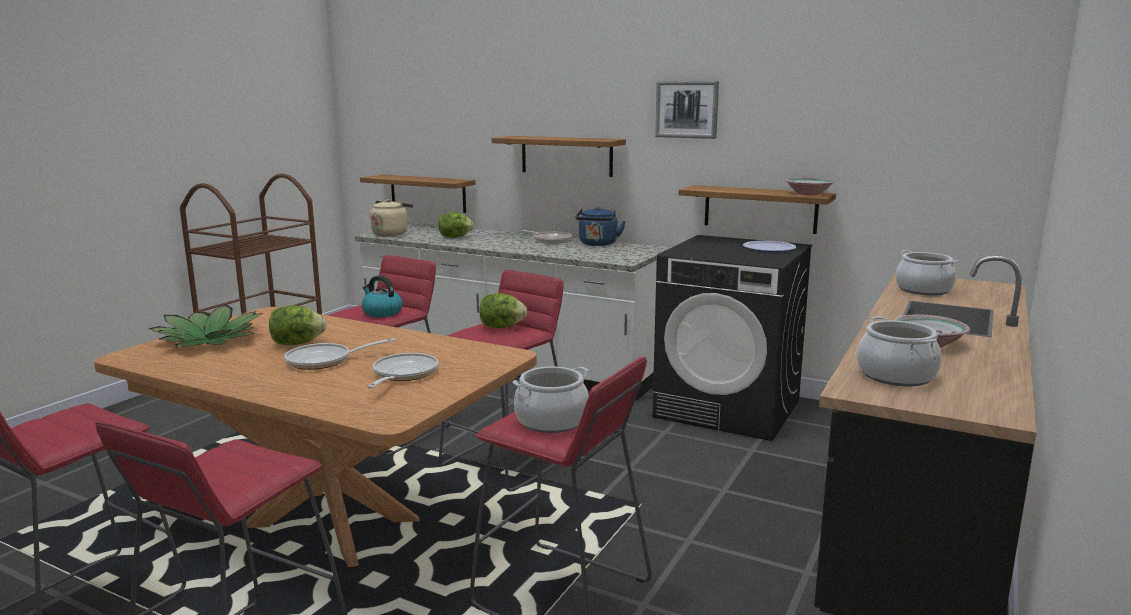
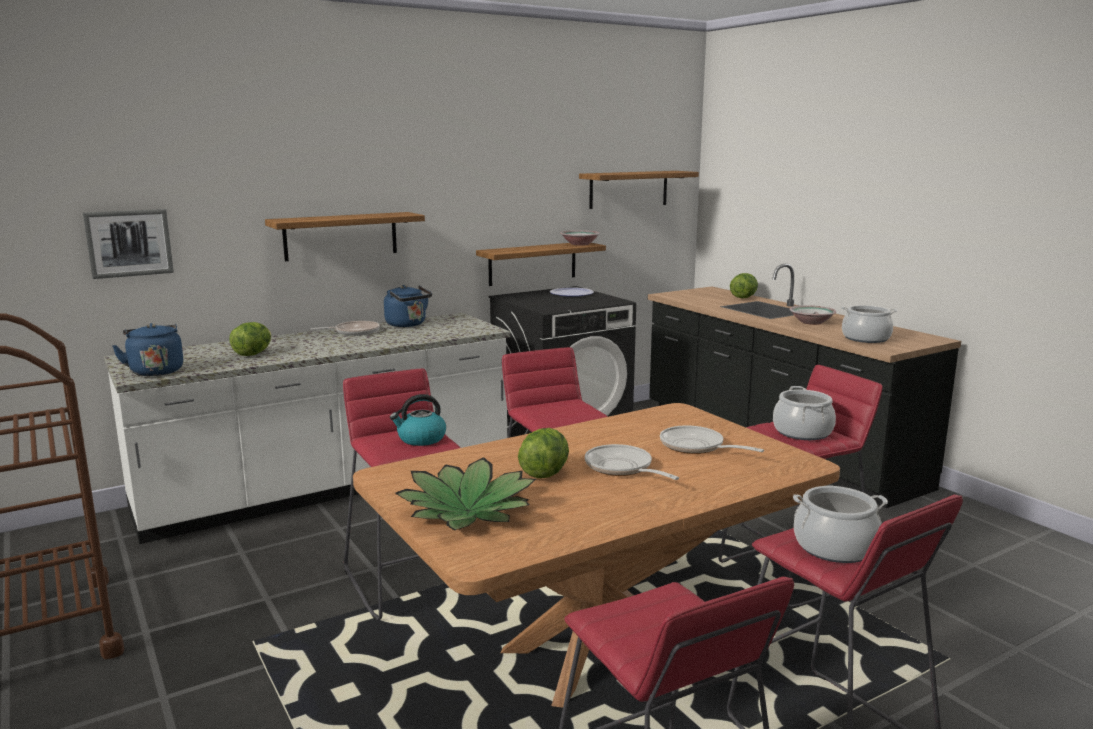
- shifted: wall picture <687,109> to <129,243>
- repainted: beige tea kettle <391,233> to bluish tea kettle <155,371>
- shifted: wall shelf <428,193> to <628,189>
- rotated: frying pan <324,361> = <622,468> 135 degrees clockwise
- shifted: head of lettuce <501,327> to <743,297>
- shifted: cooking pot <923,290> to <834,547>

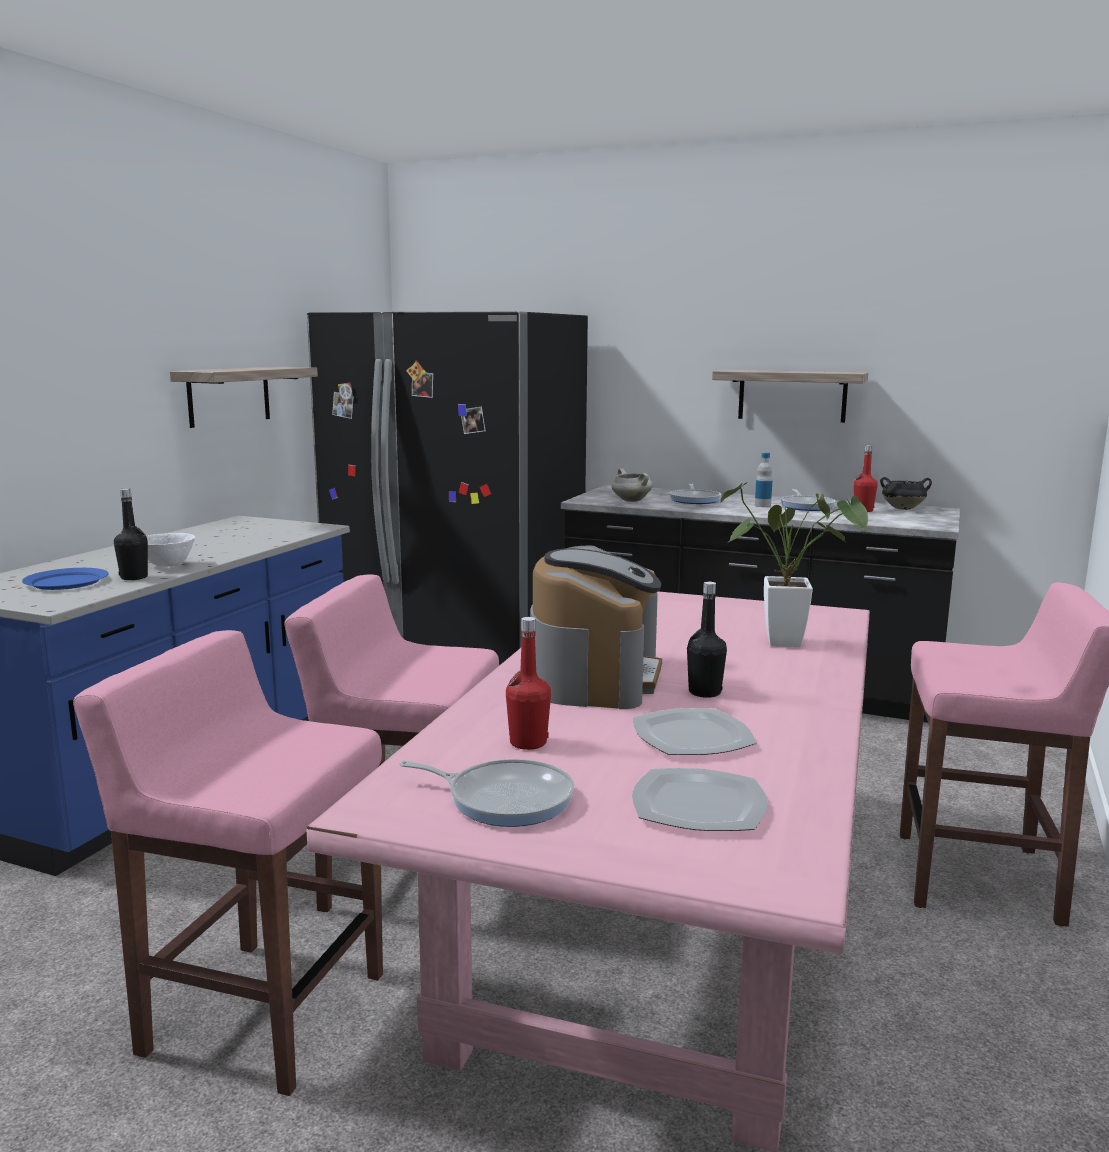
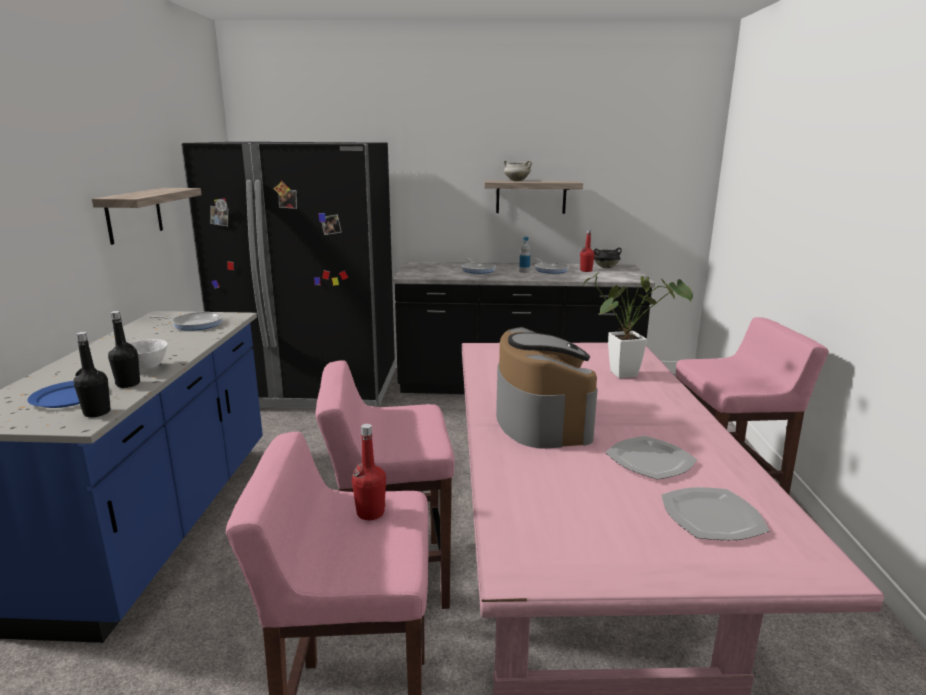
- shifted: blackish bottle <704,692> to <97,413>
- shifted: frying pan <504,799> to <195,324>
- shifted: red bottle <528,743> to <370,513>
- shifted: white-coloured cooking pot <630,501> to <516,181>

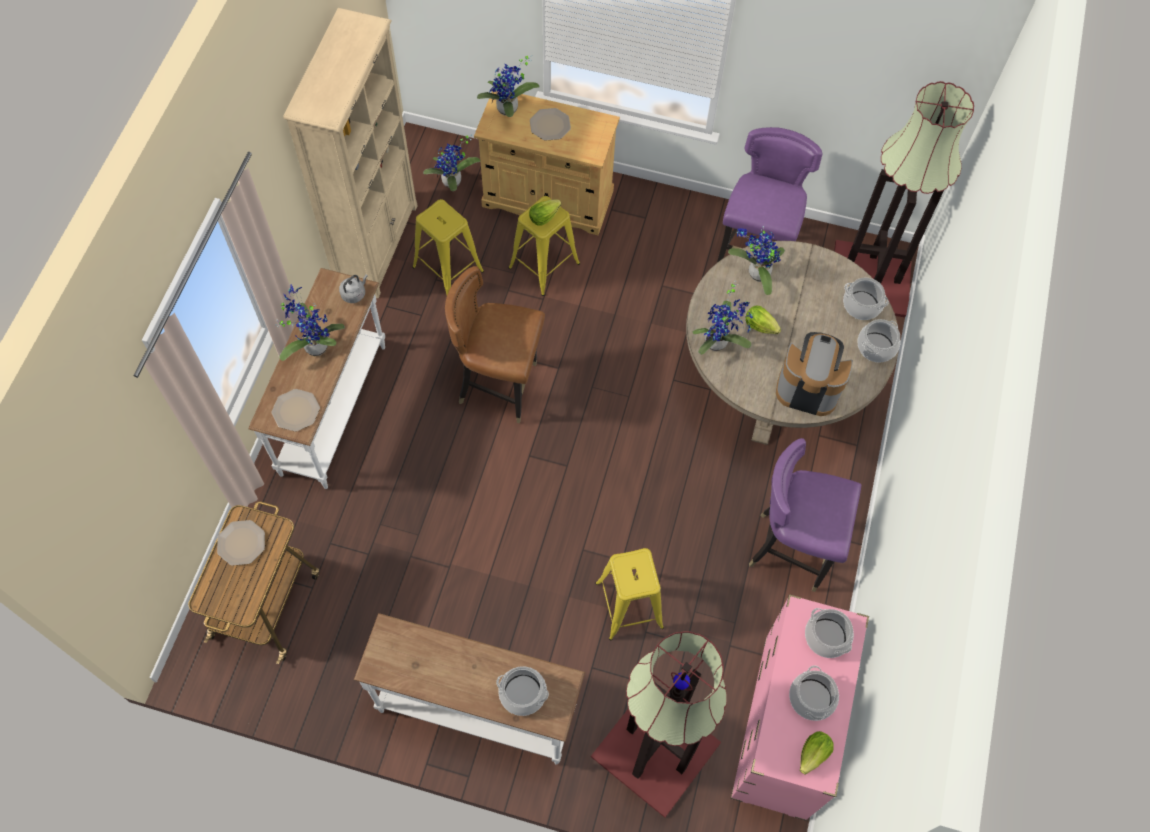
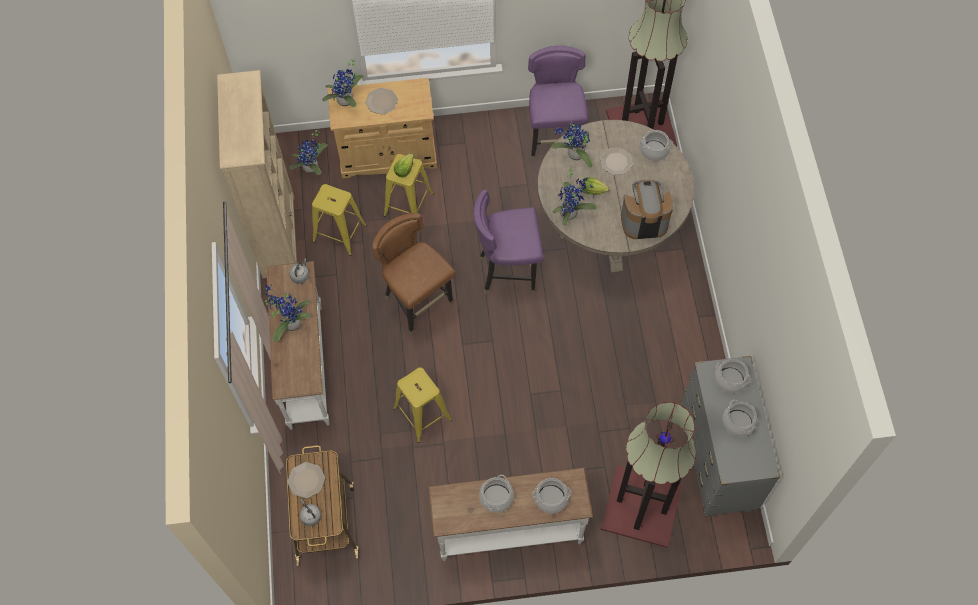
- new: greyish tea kettle <310,516>
- rotated: brown plain chair <499,386> = <418,303> 60 degrees clockwise
- shifted: yellow stool <629,605> to <422,414>
- shifted: purple plain chair <791,548> to <508,273>
- shifted: cooking pot <876,347> to <496,498>
- shifted: plate <295,411> to <616,162>
- repainted: pink-coloured chest of drawers <784,728> to greyish chest of drawers <718,456>
- gone: head of lettuce <813,754>

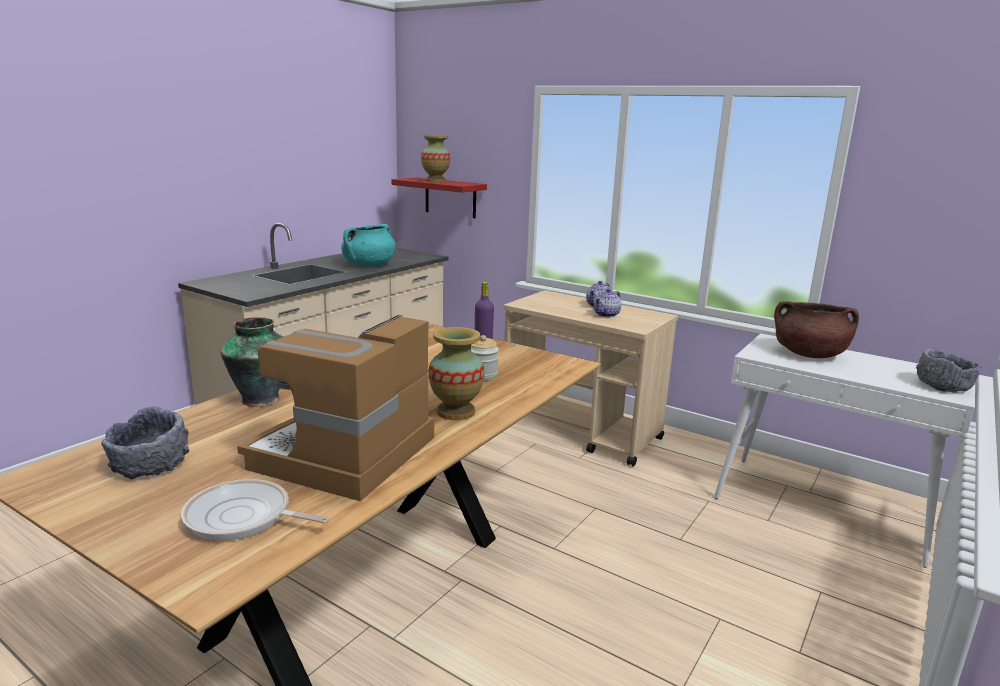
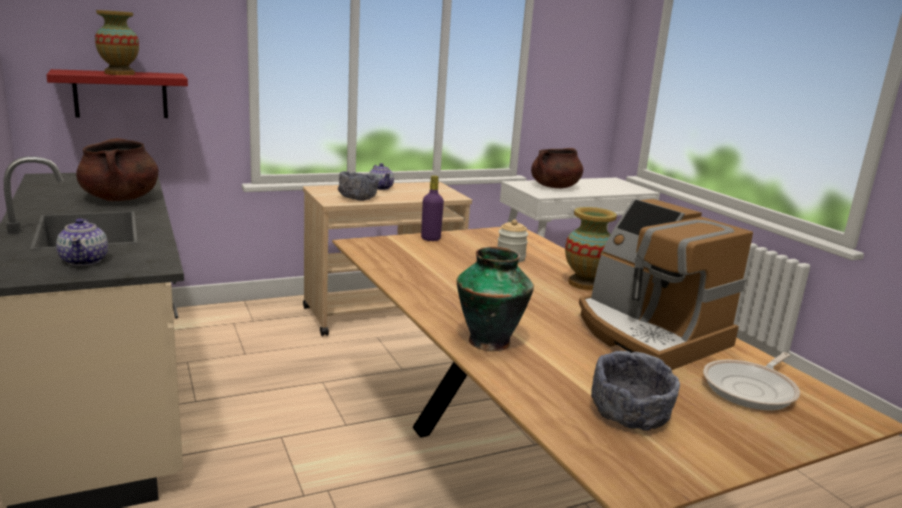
- shifted: teapot <607,314> to <85,260>
- repainted: turquoise-coloured cooking pot <369,265> to brown cooking pot <120,198>
- shifted: greyish bowl <943,386> to <357,198>

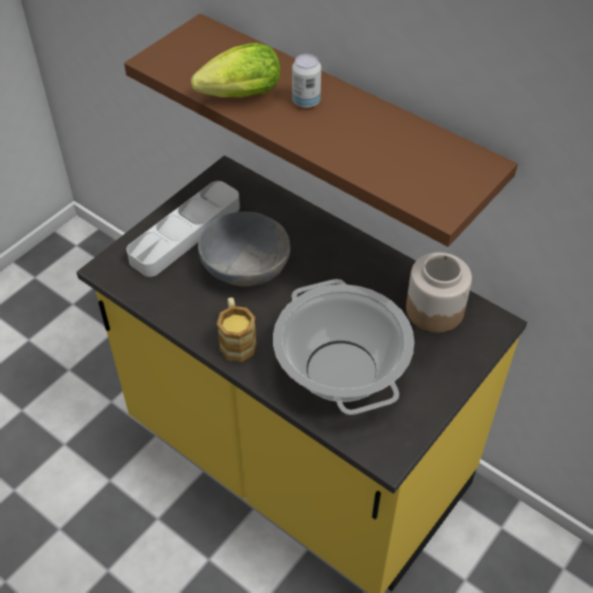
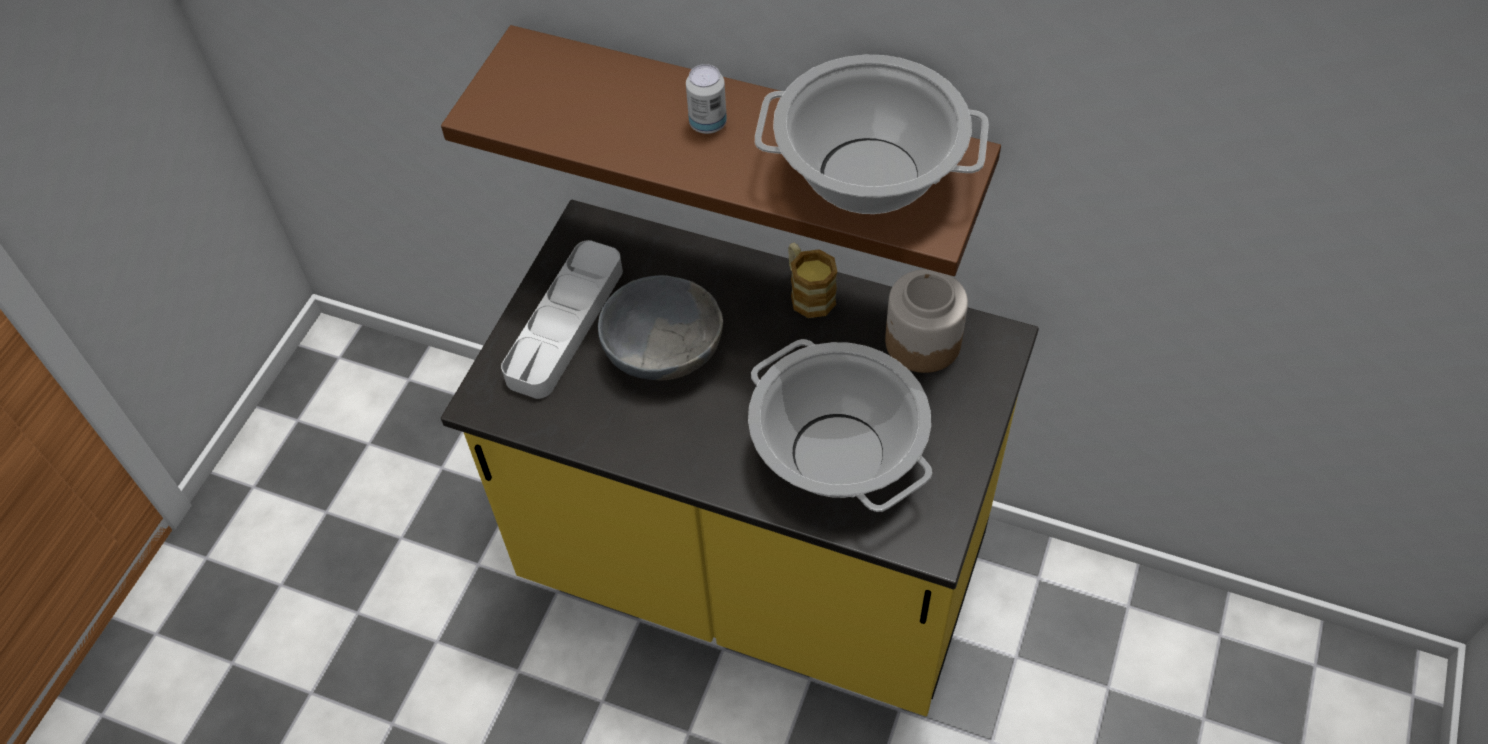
- new: cooking pot <867,177>
- shifted: tea mug <236,340> to <808,293>
- gone: head of lettuce <236,97>

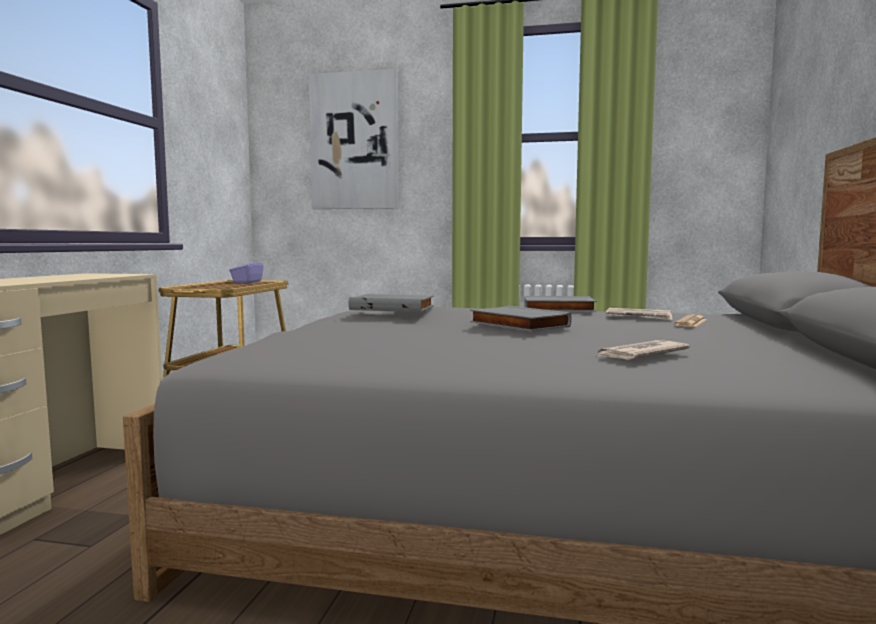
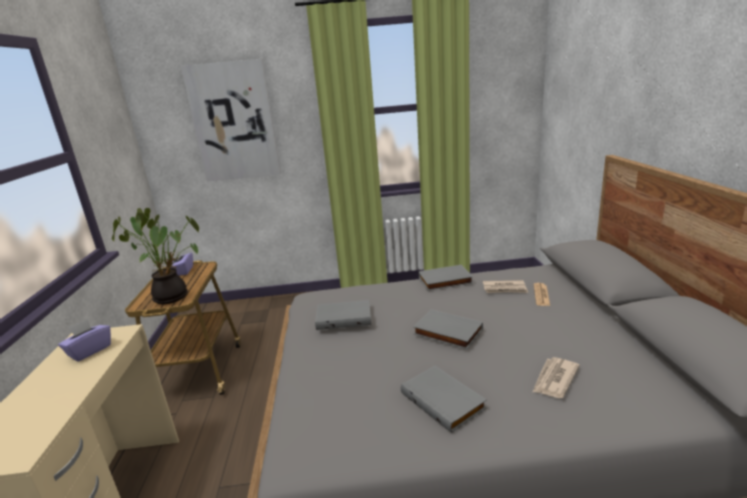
- new: purple tissue holder <90,351>
- new: plant in a pot <173,296>
- new: greyish bound book <444,400>

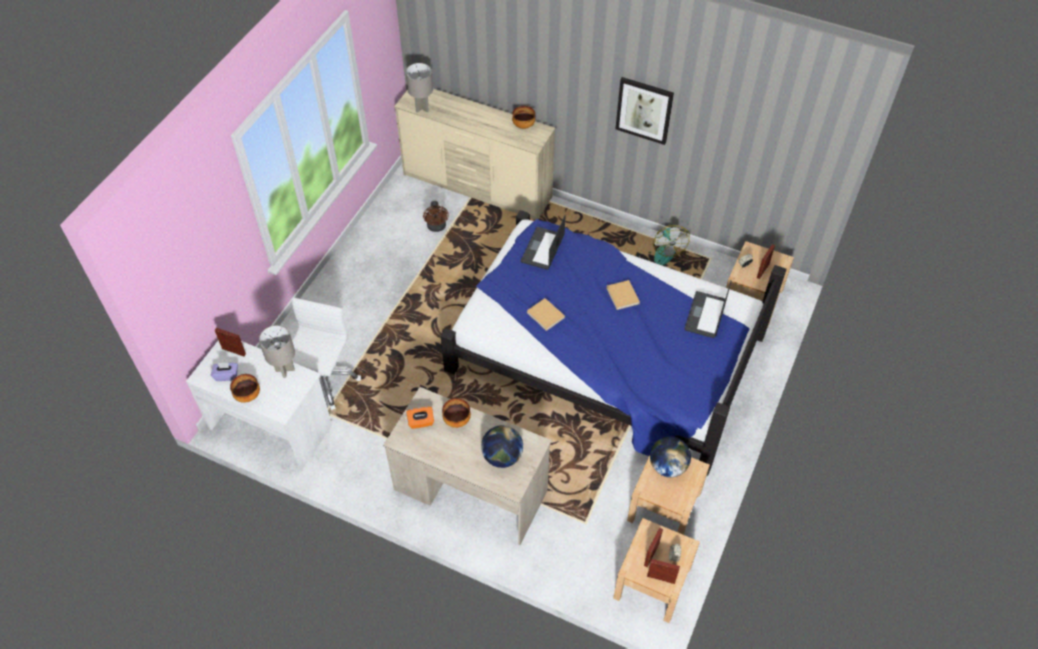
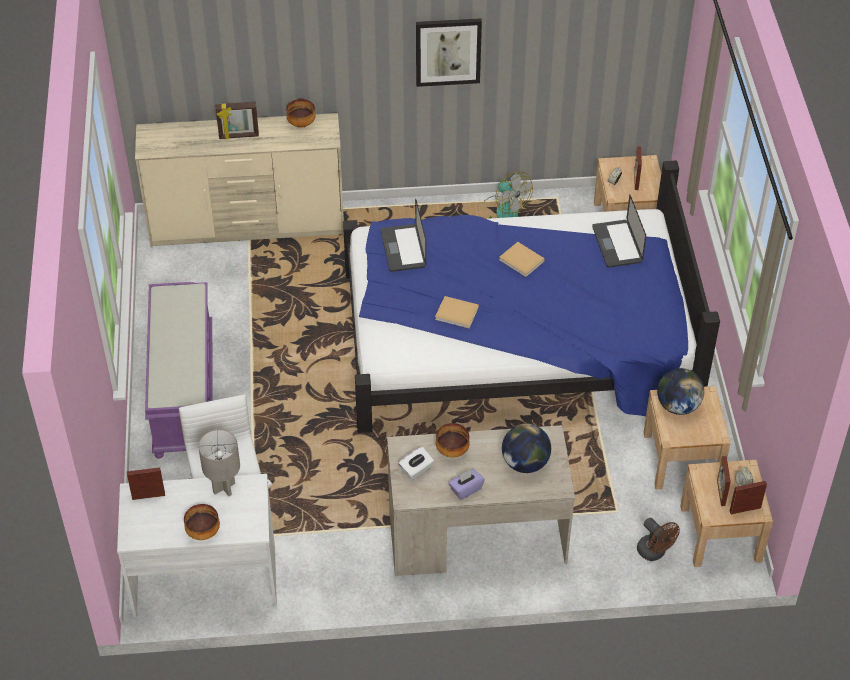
- new: purple bench <183,390>
- new: photo frame <239,136>
- repainted: orangey tissue holder <421,422> to white-coloured tissue holder <416,470>
- shifted: purple tissue holder <227,375> to <466,489>
- shifted: brown electric fan <437,227> to <654,553>
- gone: greyish table lamp <421,108>

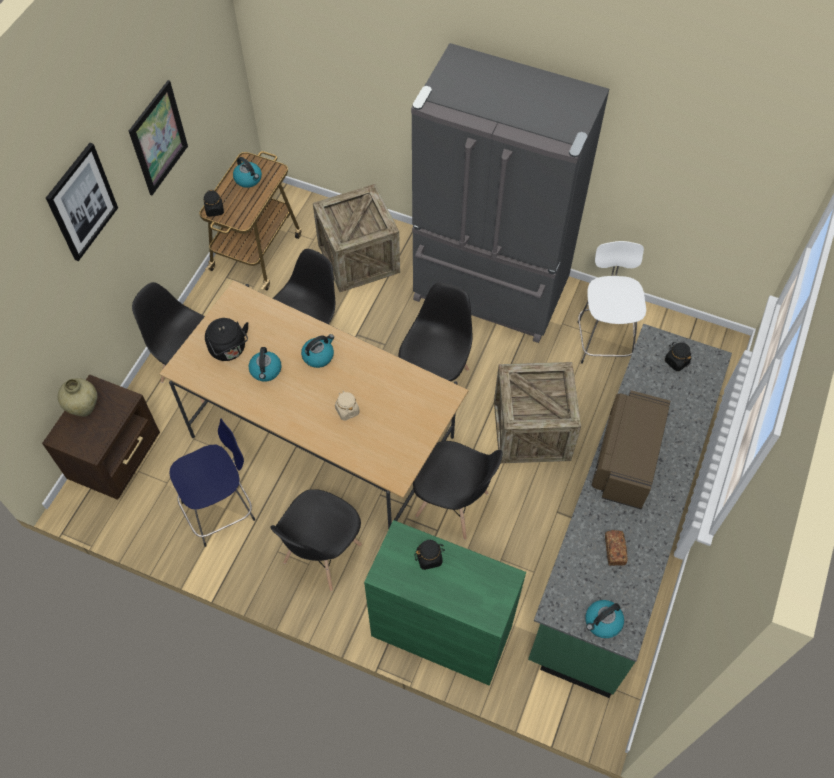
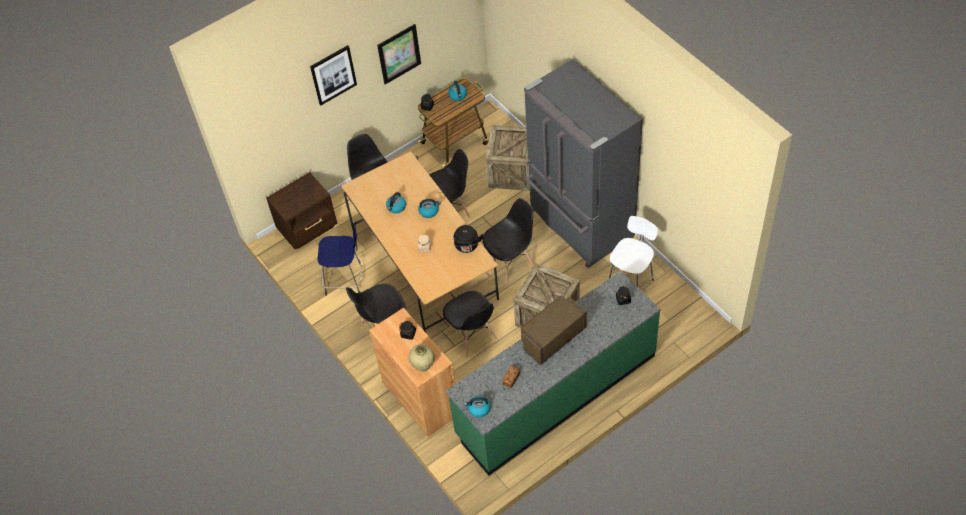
- repainted: greenish cabinet <441,631> to brown cabinet <421,398>
- shifted: beige vase <84,408> to <423,365>
- shifted: blackish tea kettle <229,350> to <467,246>

